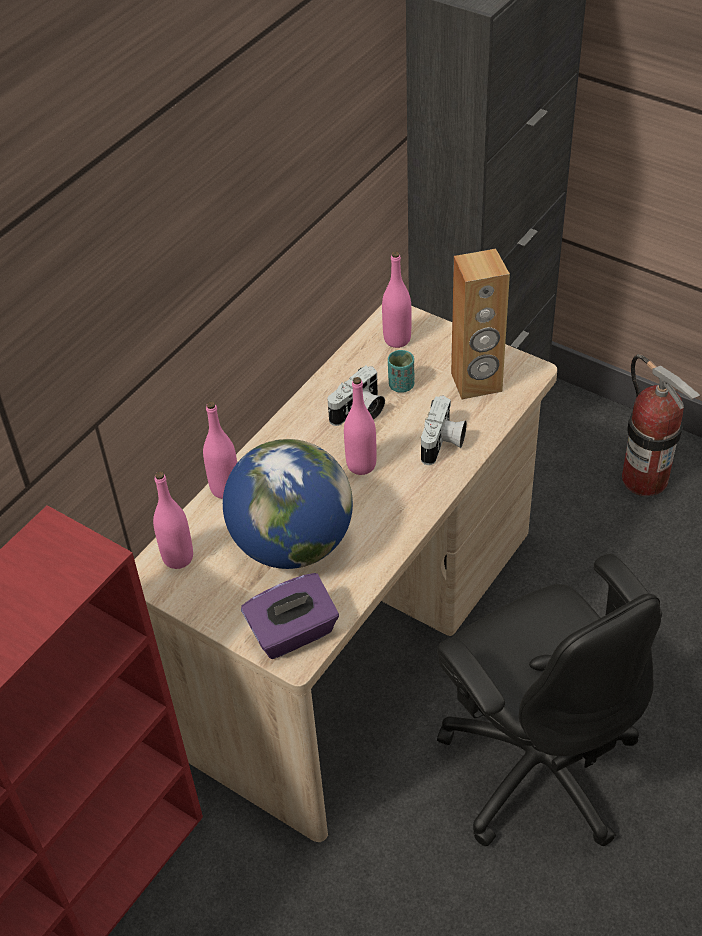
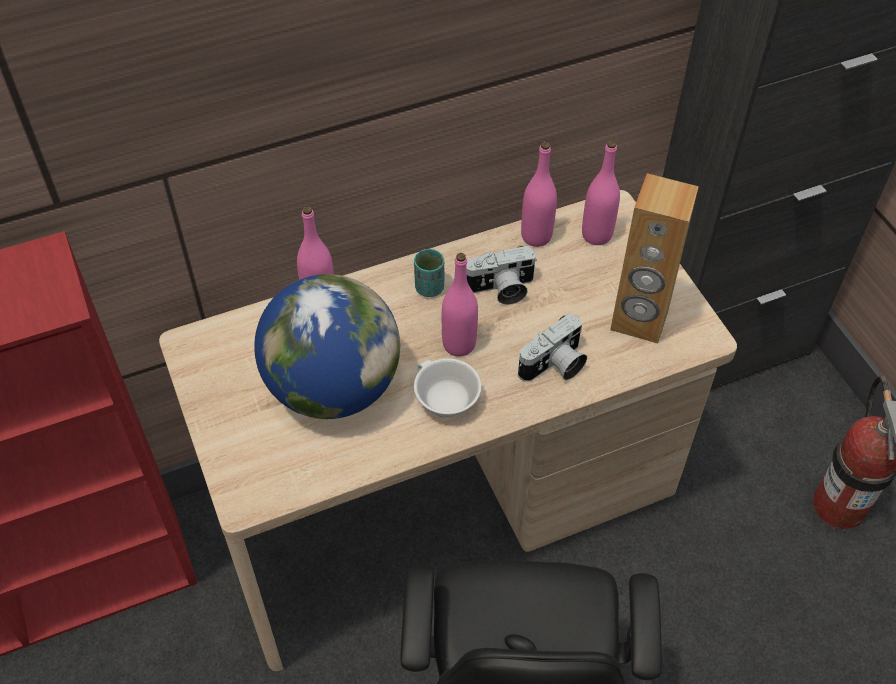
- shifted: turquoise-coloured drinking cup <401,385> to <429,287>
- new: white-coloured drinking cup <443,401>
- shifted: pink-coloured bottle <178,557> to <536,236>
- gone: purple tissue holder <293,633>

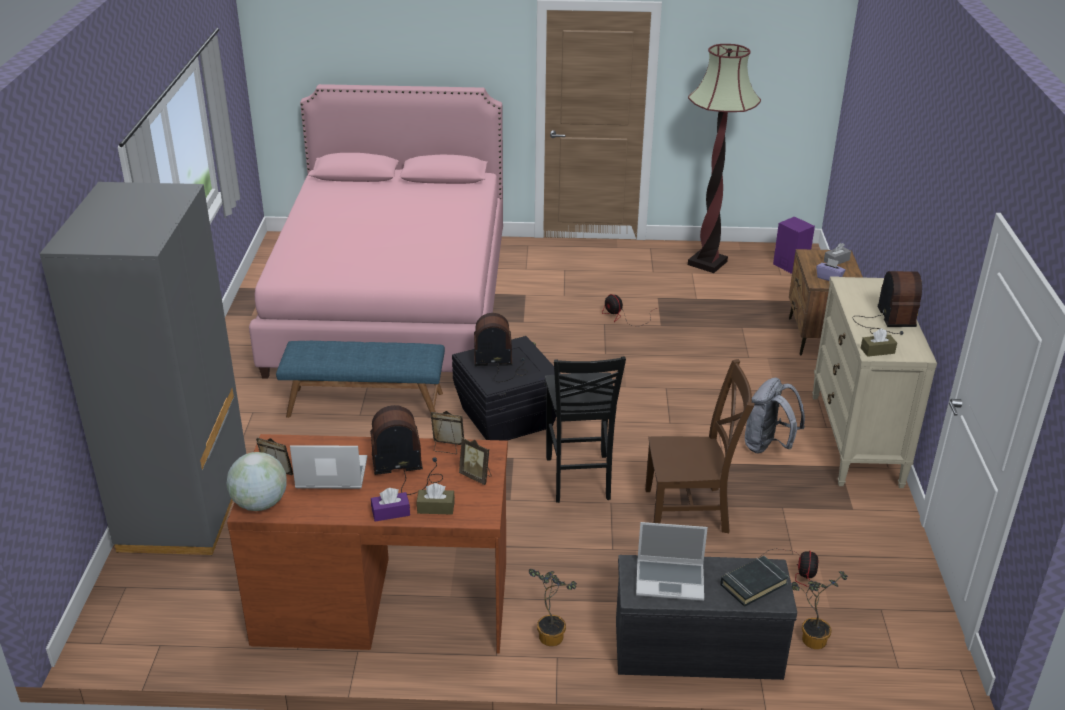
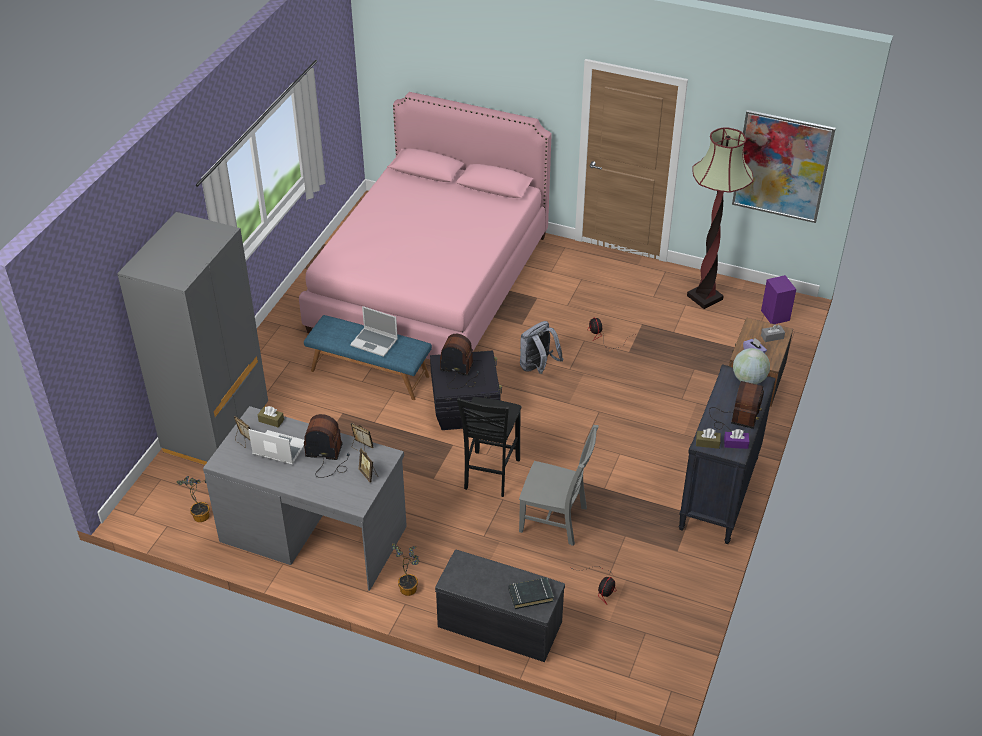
- shifted: plant in a pot <810,638> to <200,514>
- repainted: brown desk unit <382,600> to greyish desk unit <313,532>
- shifted: brown tissue holder <435,508> to <271,420>
- shifted: laptop <670,580> to <375,342>
- repainted: brown plain chair <690,510> to greyish plain chair <556,520>
- shifted: greyish backpack <768,446> to <538,367>
- repainted: beige chest of drawers <856,440> to blackish chest of drawers <719,494>
- shifted: purple tissue holder <390,512> to <736,443>
- new: wall picture <782,166>
- shifted: globe <260,504> to <749,379>

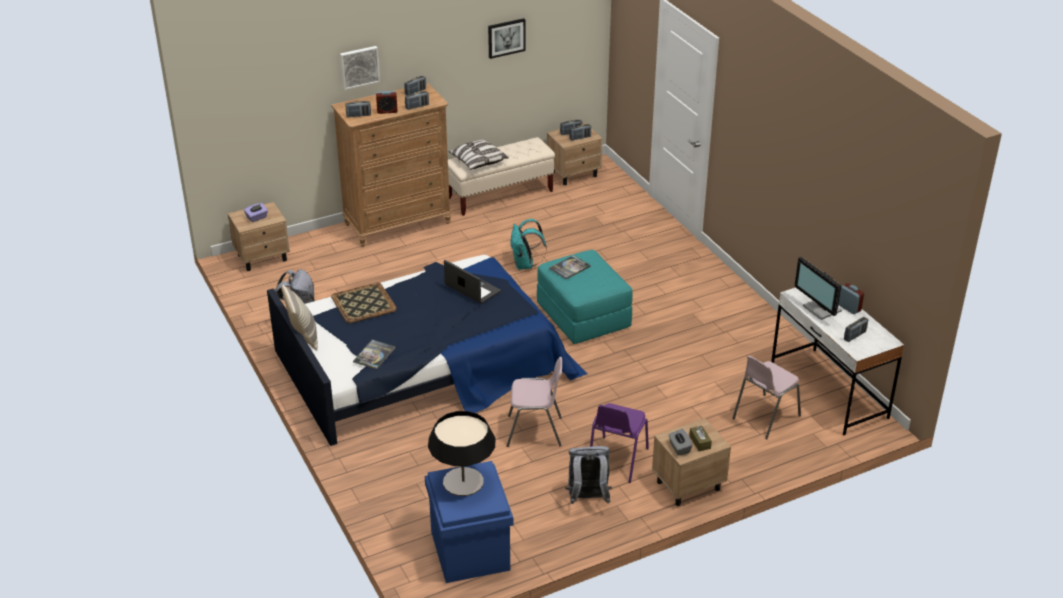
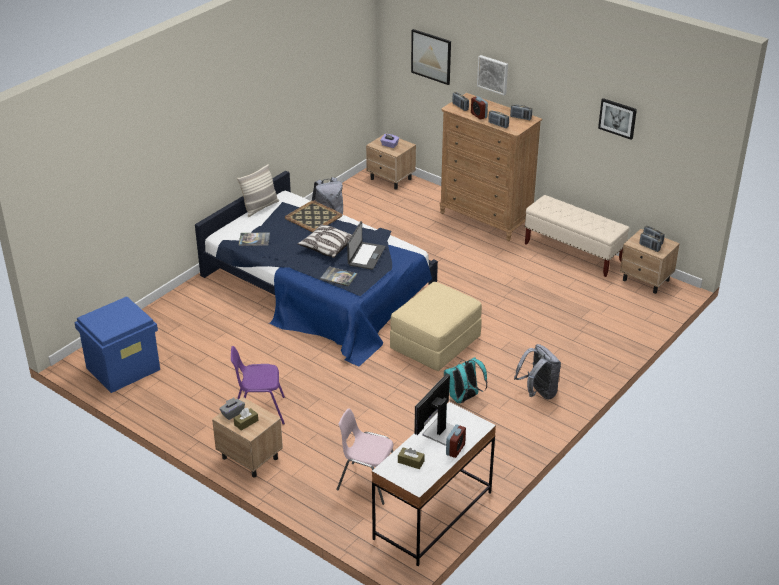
- shifted: cushion <478,162> to <327,247>
- shifted: bound book <569,268> to <338,277>
- repainted: turquoise-coloured pouffe <583,316> to beige pouffe <435,343>
- swapped: radio set <855,336> to brown tissue holder <411,462>
- new: wall picture <431,56>
- shifted: turquoise-coloured backpack <525,265> to <463,398>
- shifted: greyish backpack <587,499> to <538,393>
- gone: table lamp <463,482>
- gone: pink-coloured plain chair <535,431>

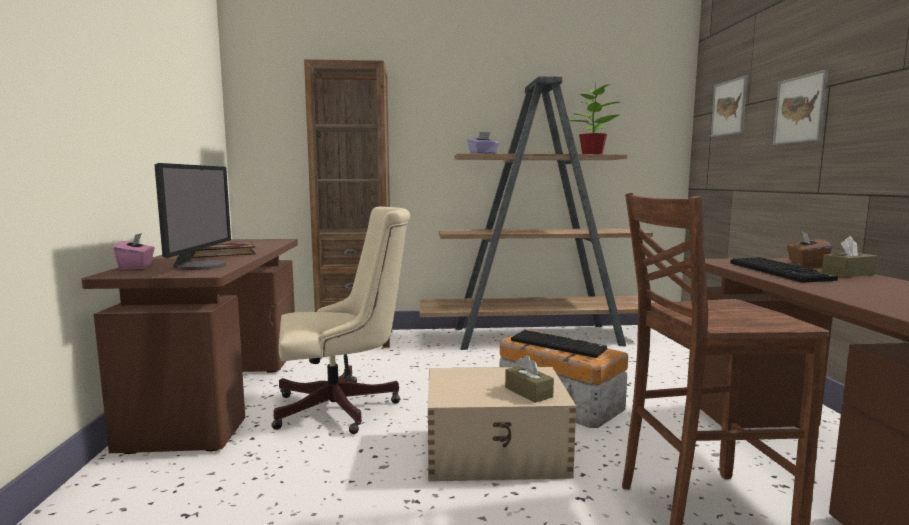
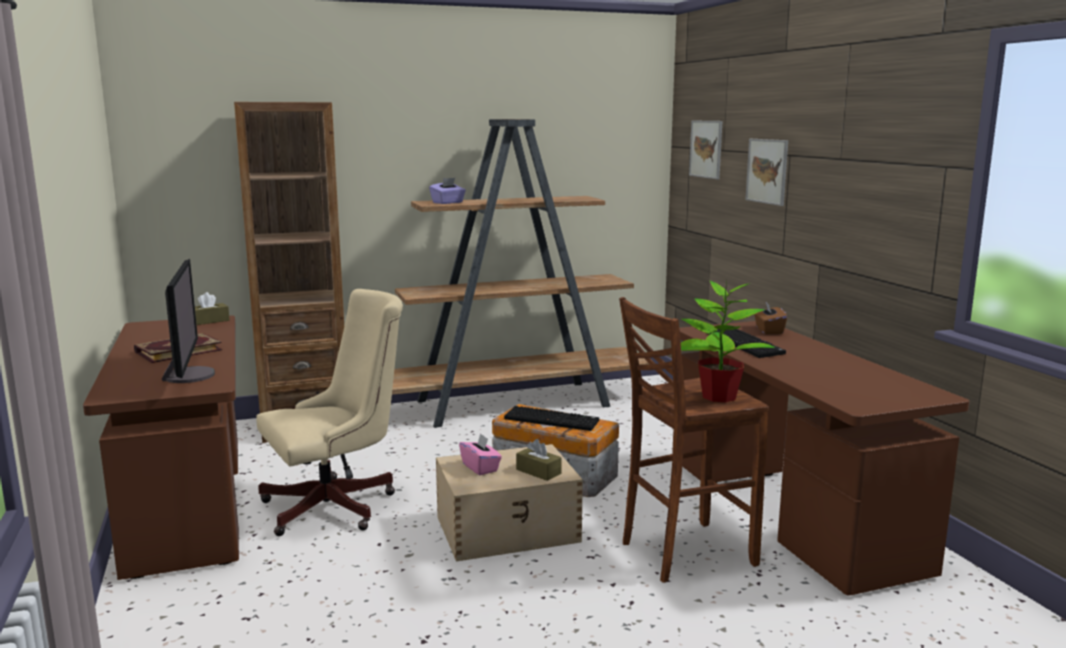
- shifted: brown tissue holder <847,274> to <209,321>
- shifted: pink-coloured tissue holder <136,266> to <480,467>
- shifted: plant in a pot <591,154> to <717,396>

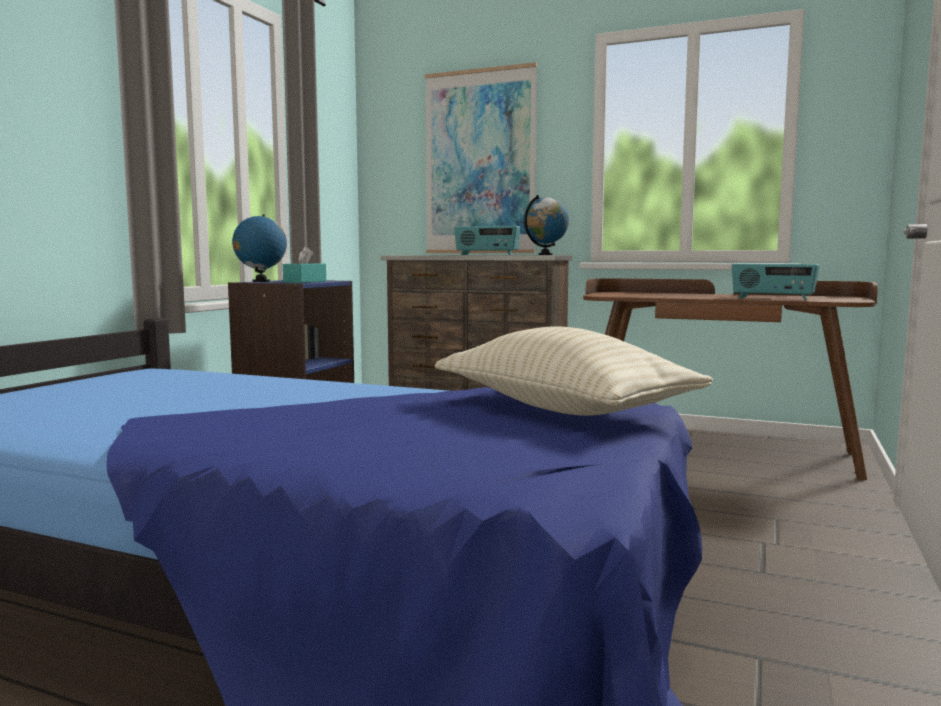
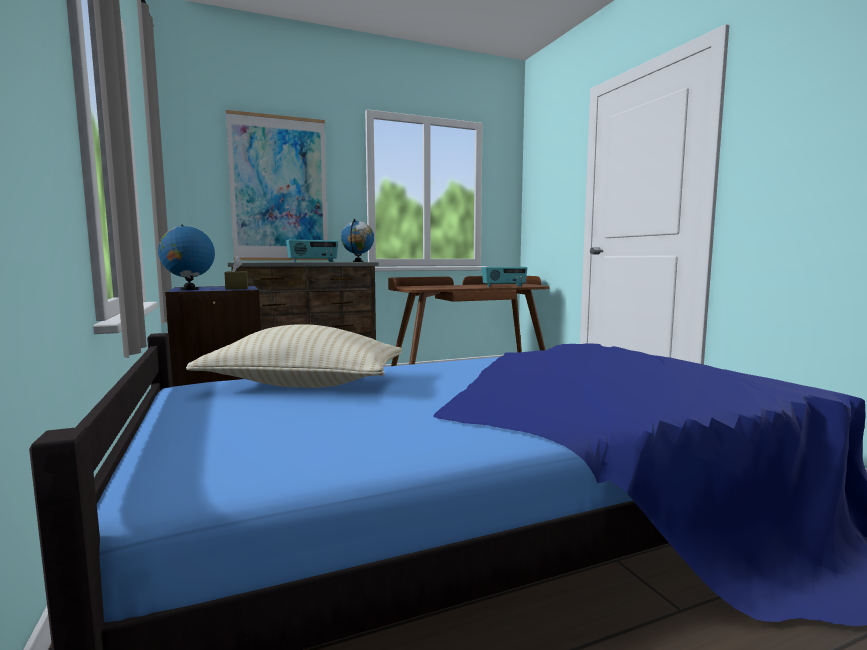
- shifted: beige cushion <563,409> to <304,385>
- repainted: turquoise-coloured tissue holder <305,282> to brown tissue holder <237,288>

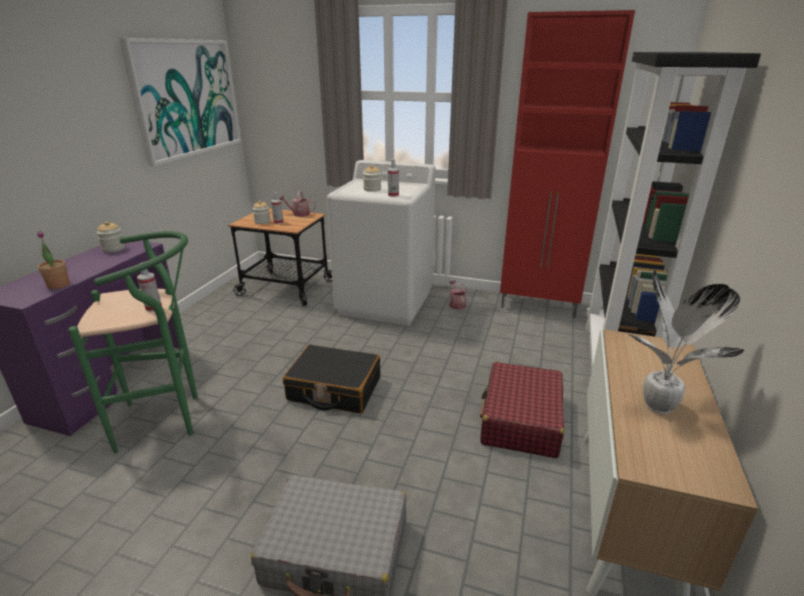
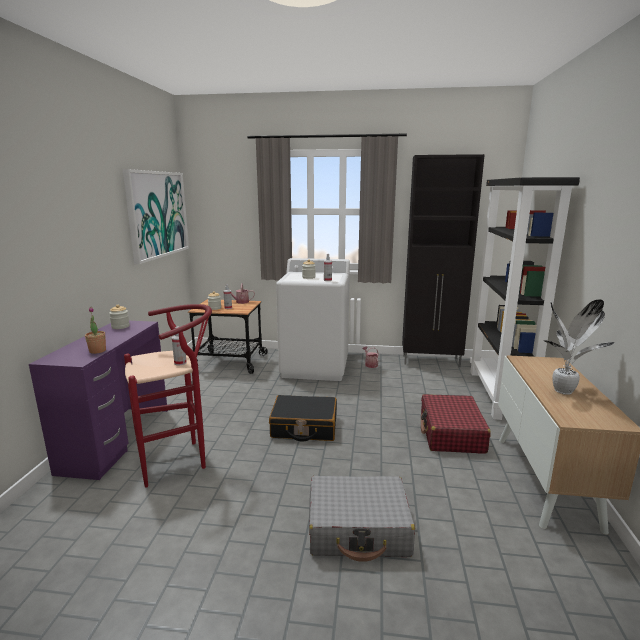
- repainted: greenish stool <168,419> to red stool <179,460>
- repainted: red cabinet <539,306> to blackish cabinet <432,361>

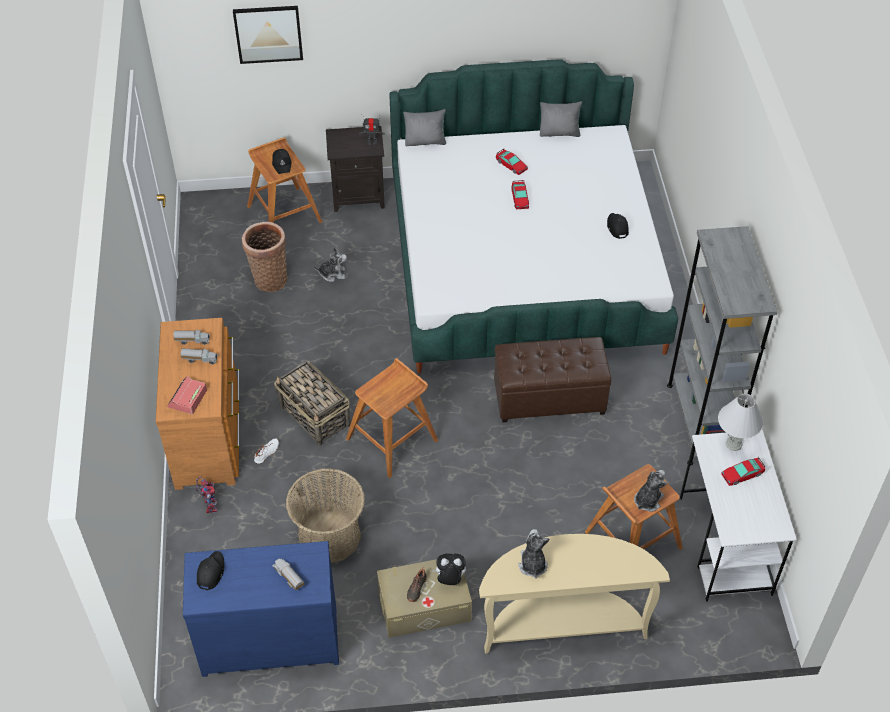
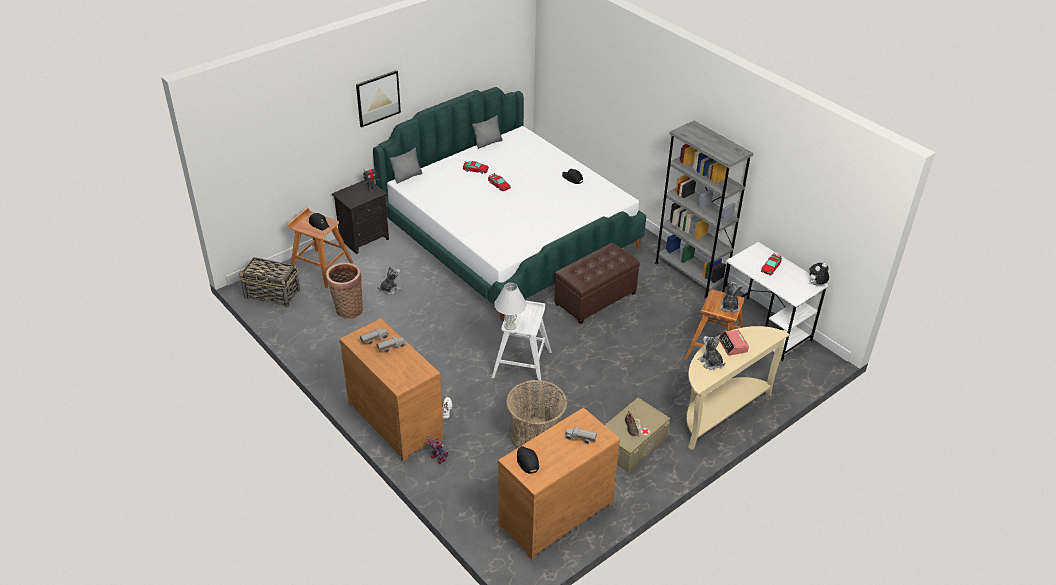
- shifted: storage basket <315,416> to <273,294>
- shifted: wall picture <268,34> to <378,98>
- repainted: brown stool <393,439> to white-coloured stool <522,363>
- shifted: white-coloured table lamp <734,444> to <510,326>
- repainted: bluish chest of drawers <269,637> to brown chest of drawers <553,513>
- shifted: table clock <187,399> to <732,345>
- shifted: cuddly toy <449,579> to <816,285>

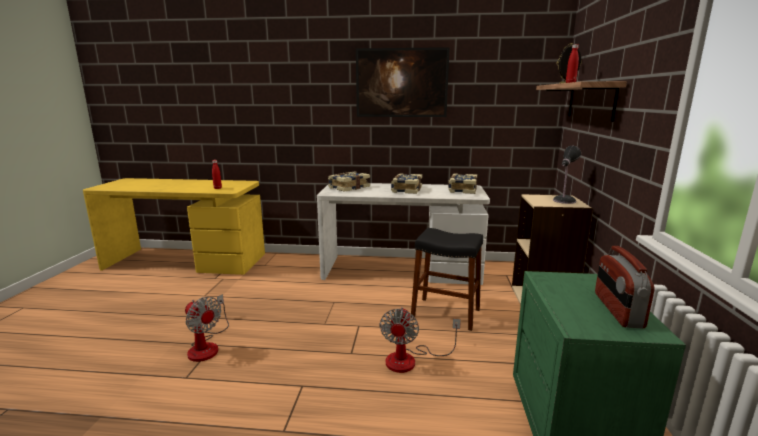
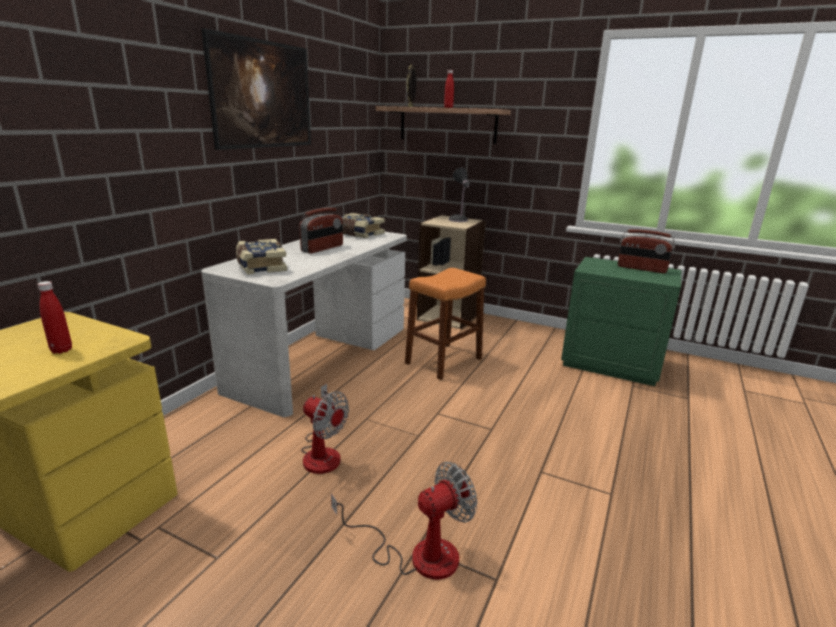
- swapped: bound book <406,190> to radio set <322,248>
- shifted: electric fan <410,360> to <323,452>
- repainted: blackish stool <445,313> to orangey stool <443,361>

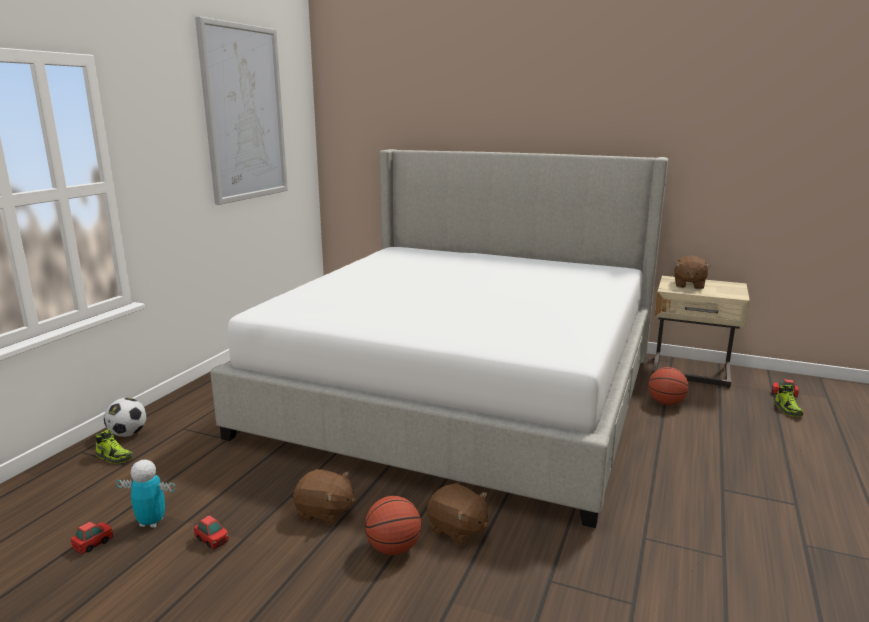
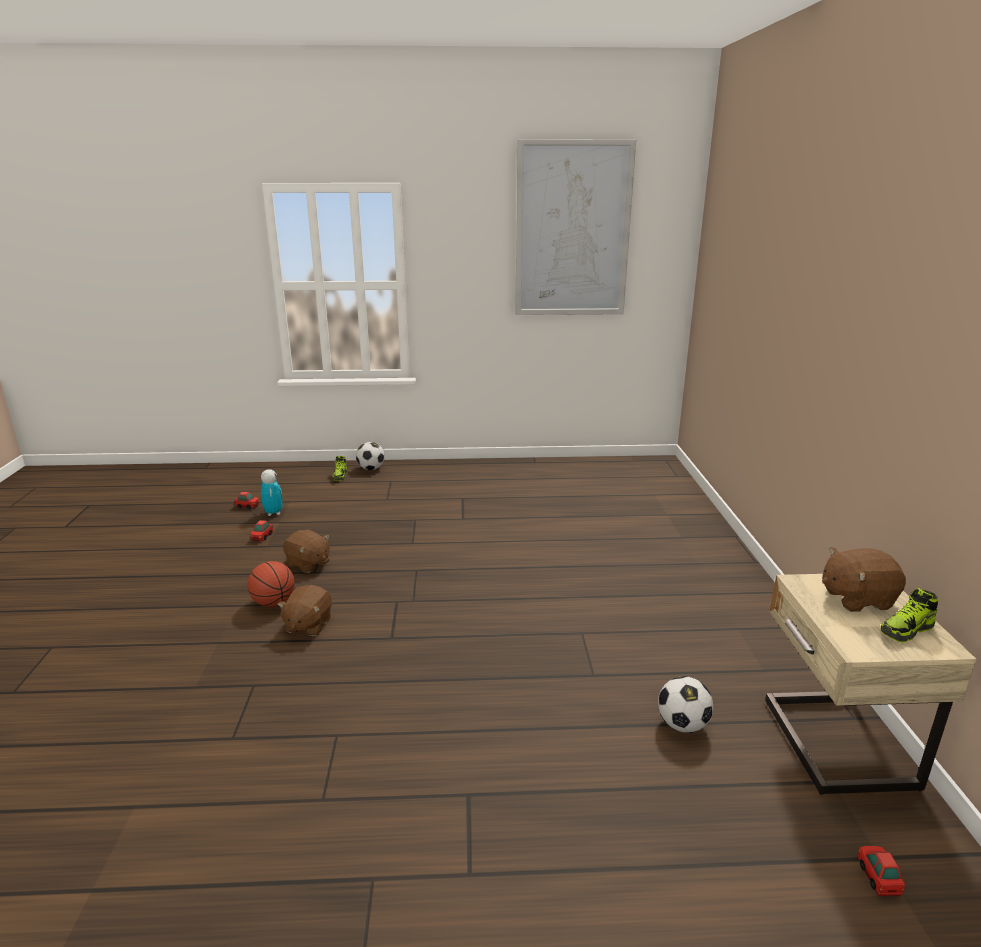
- rotated: brown cuddly toy <325,512> = <308,564> 45 degrees counterclockwise
- swapped: basketball <666,403> to football <682,724>
- shifted: item of footwear <787,410> to <906,630>
- gone: bed <462,392>

